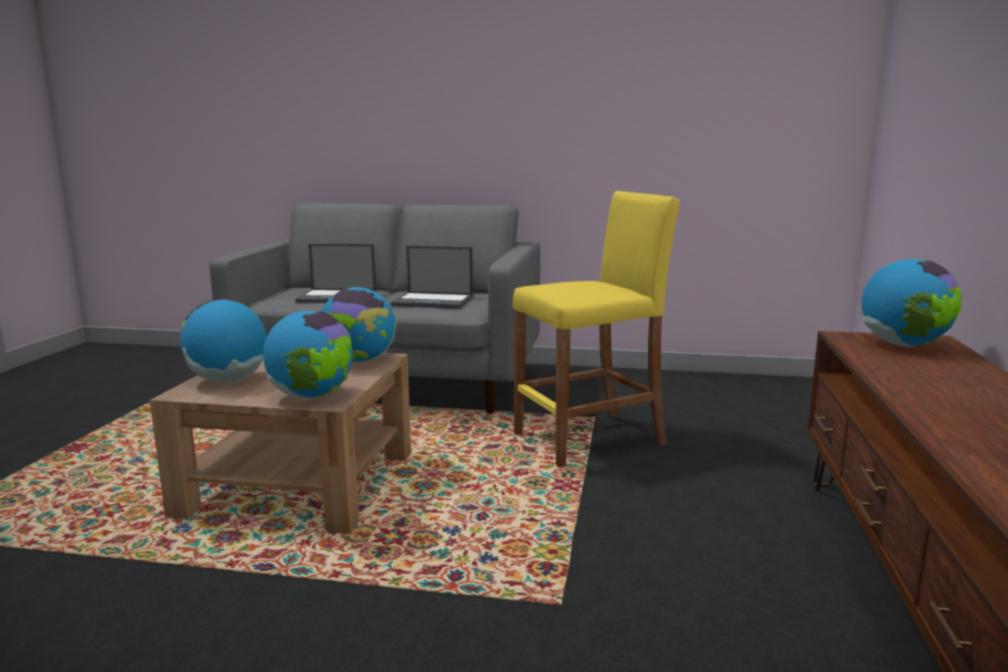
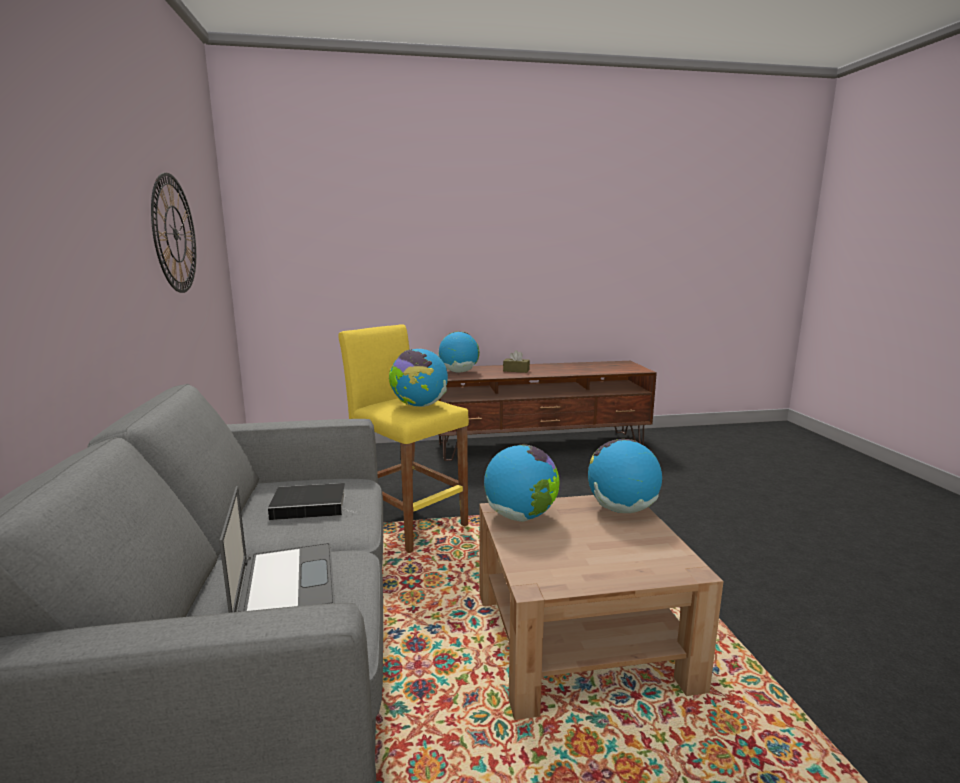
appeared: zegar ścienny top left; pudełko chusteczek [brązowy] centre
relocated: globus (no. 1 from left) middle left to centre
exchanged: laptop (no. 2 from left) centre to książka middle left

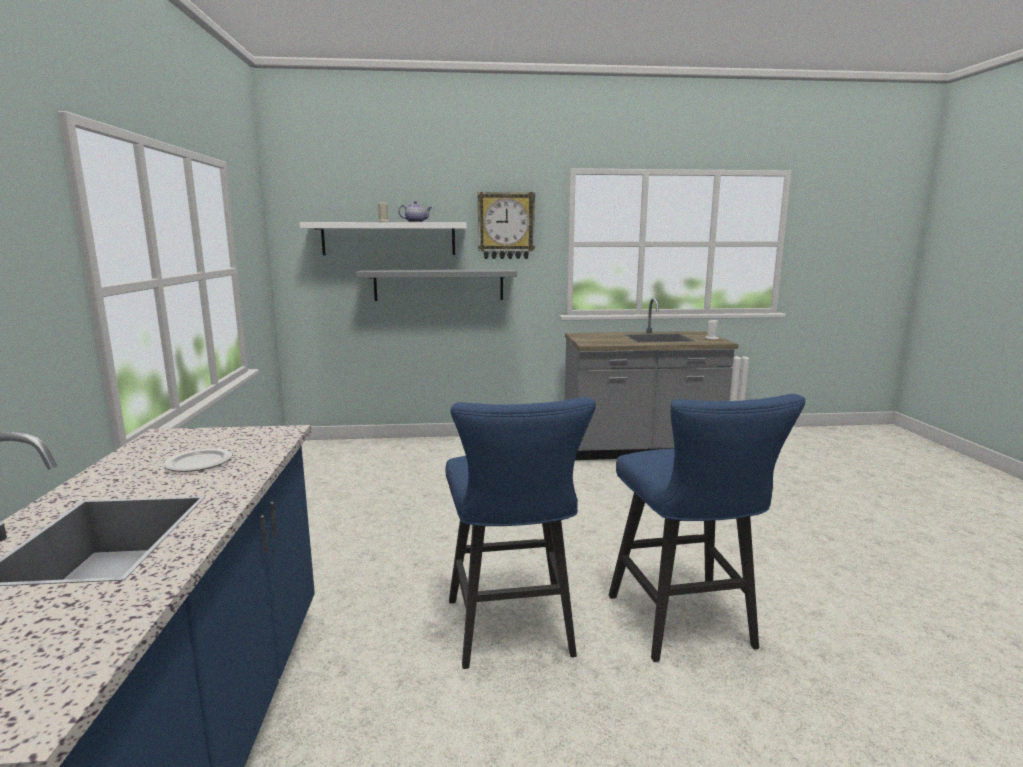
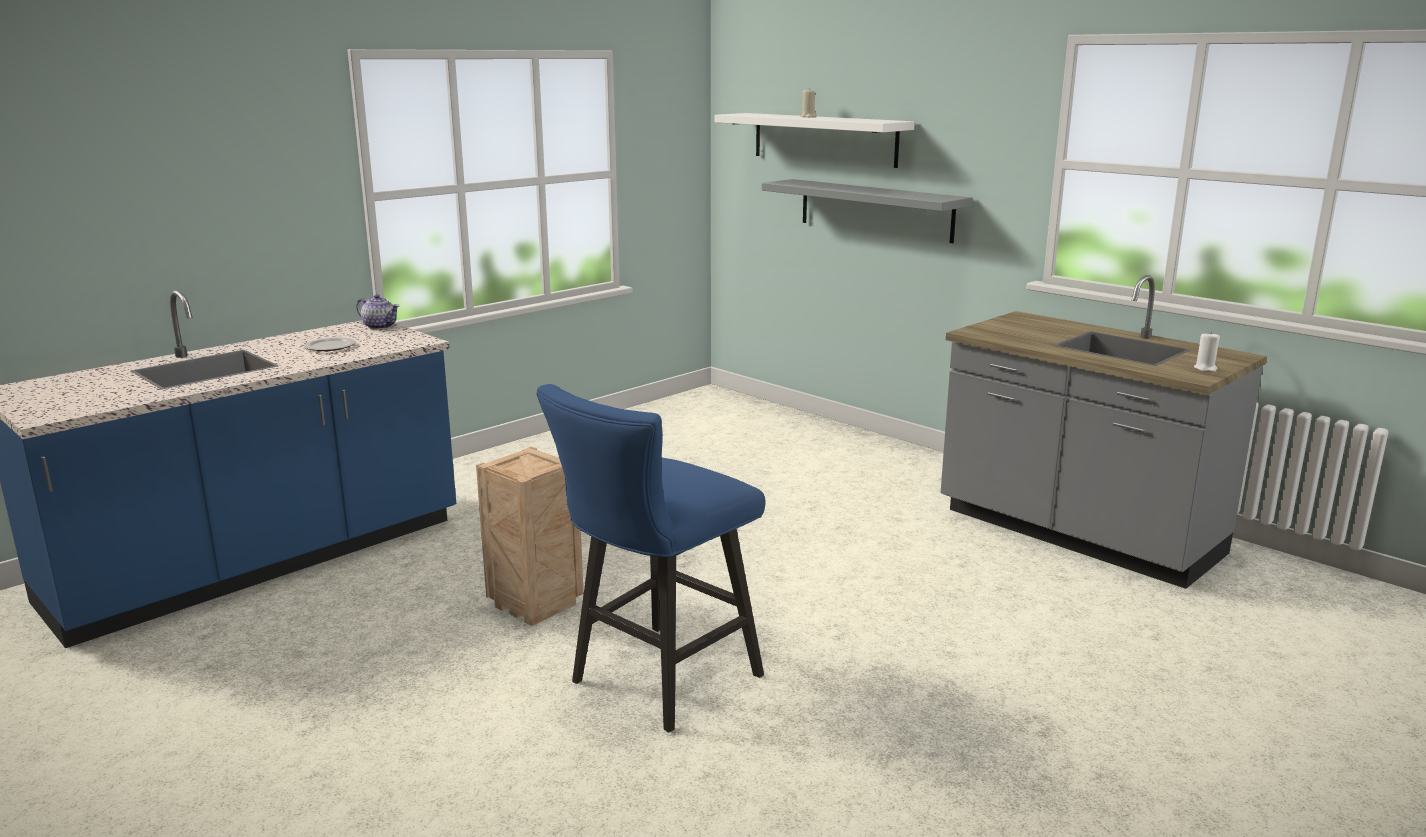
missing: zegar ścienny top centre
relocated: imbryk top centre to middle left
exchanged: stołek [niebieski] (no. 1 from left) bottom centre to skrzynka centre

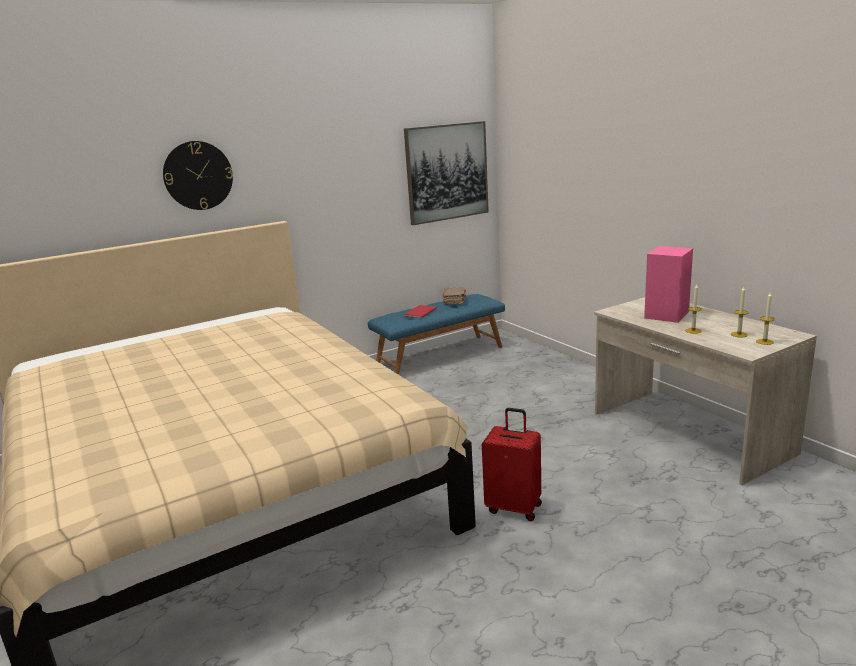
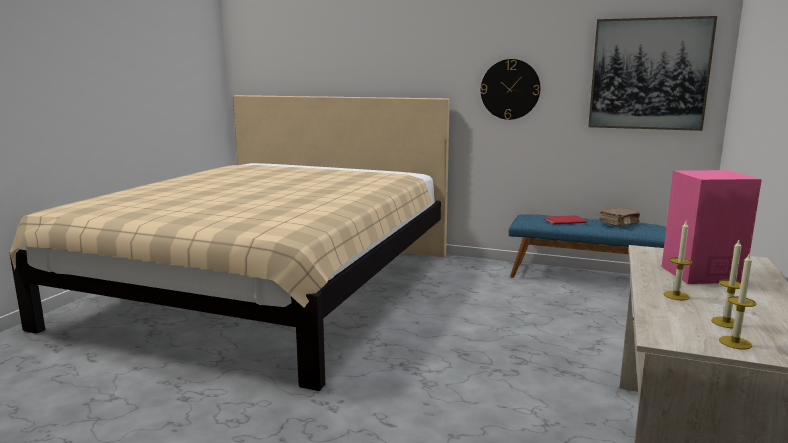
missing: walizka [czerwony] bottom centre
relocated: zegar ścienny top left to top centre

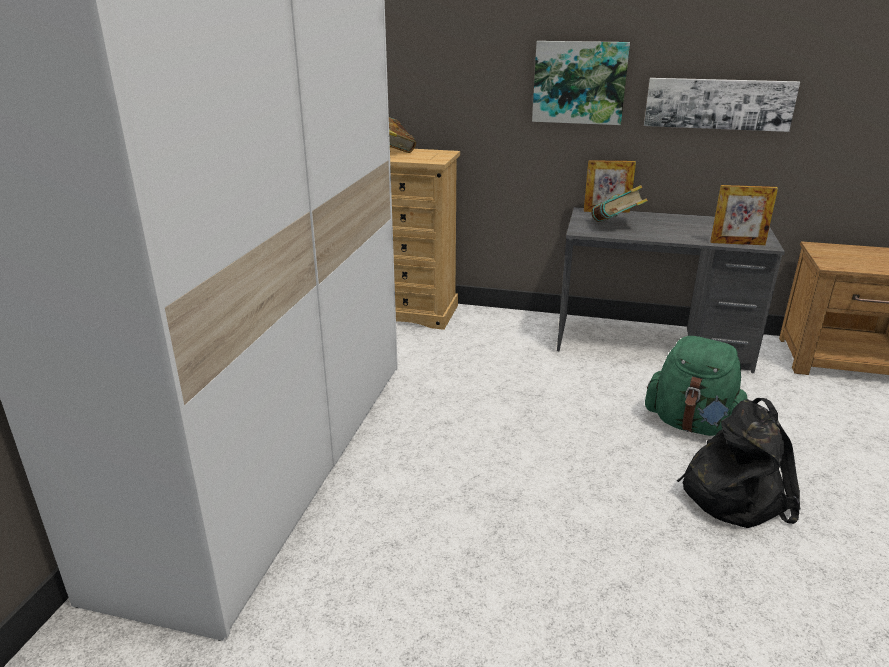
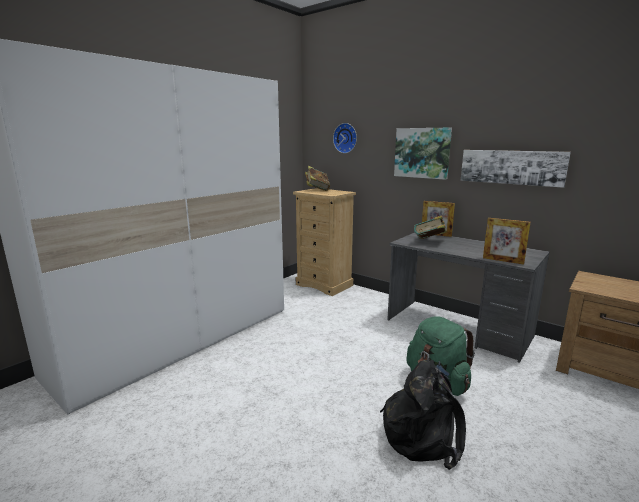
appeared: zegar ścienny top centre

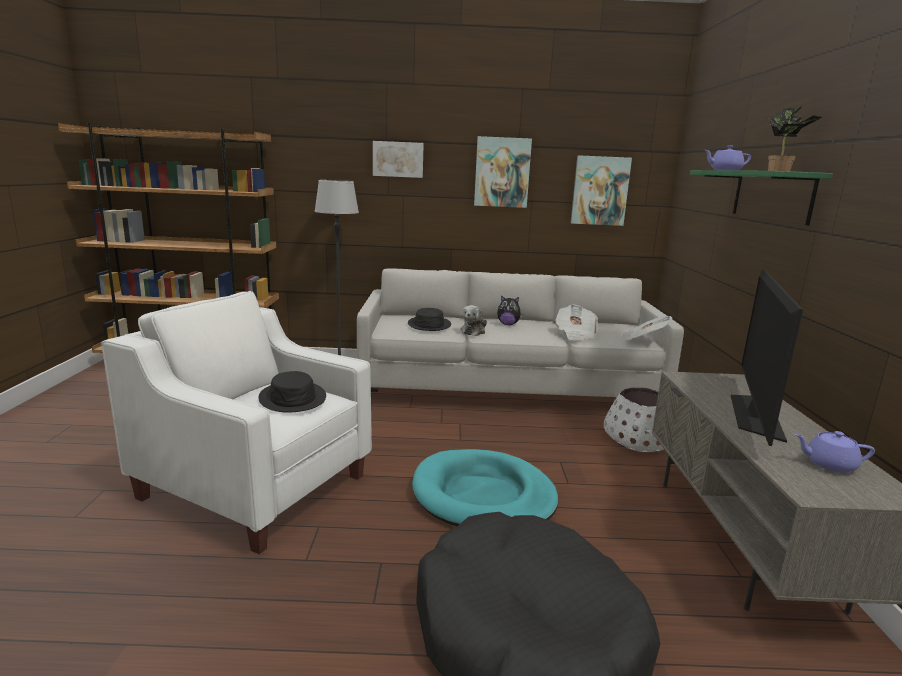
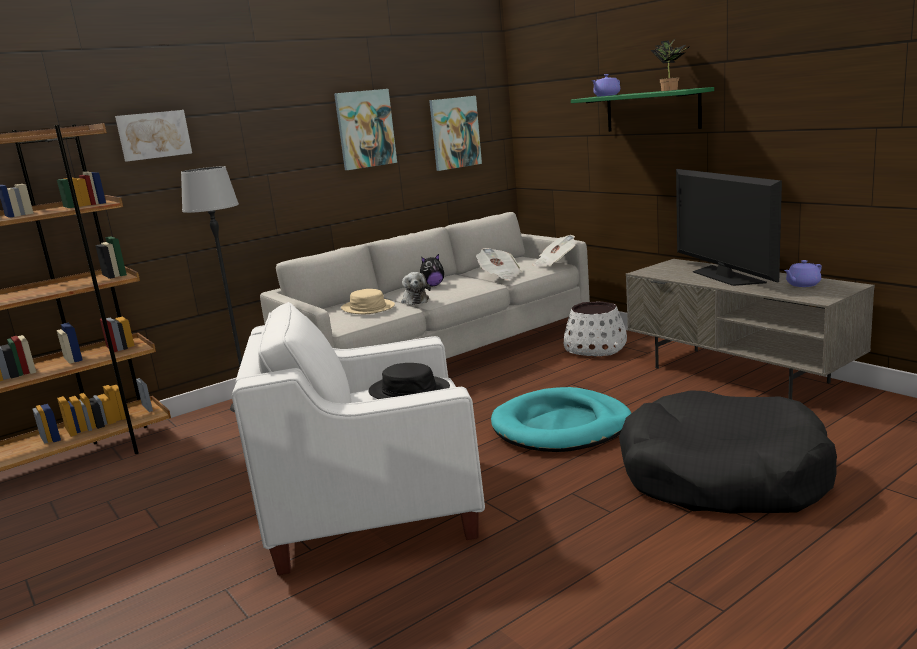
relocated: obraz (no. 1 from left) top centre to top left
colour: kapelusz [czarny] (no. 2 from left) centre to kapelusz [beżowy] centre

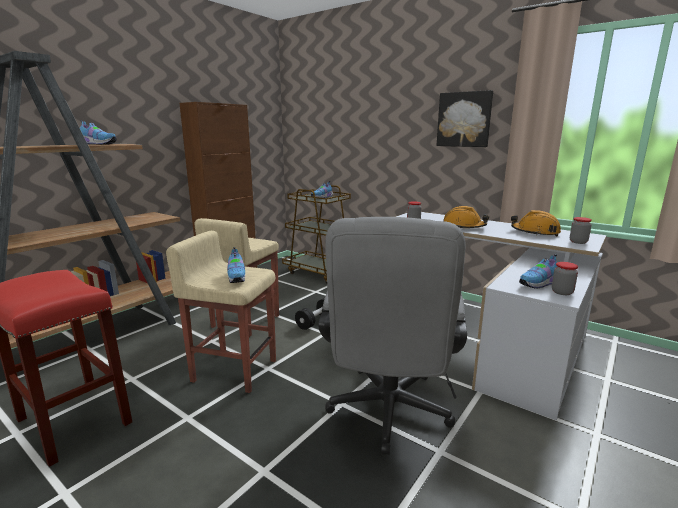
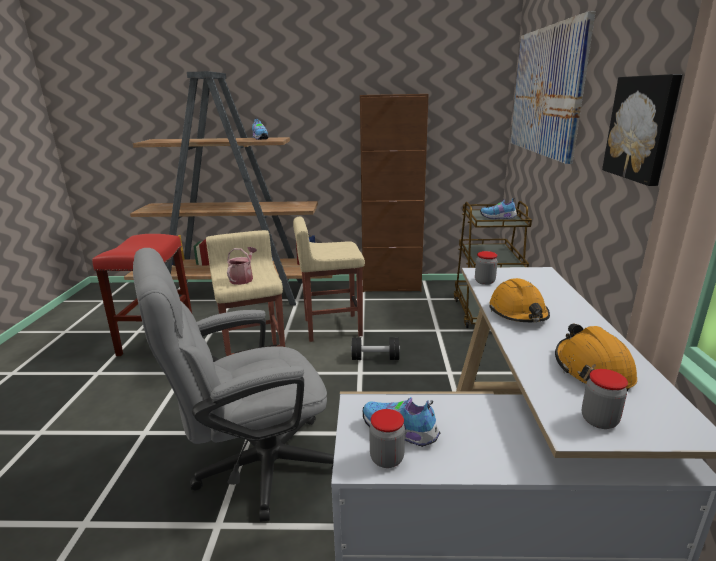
appeared: obraz (no. 1 from left) top right
exchanged: but (no. 2 from left) centre to konewka centre

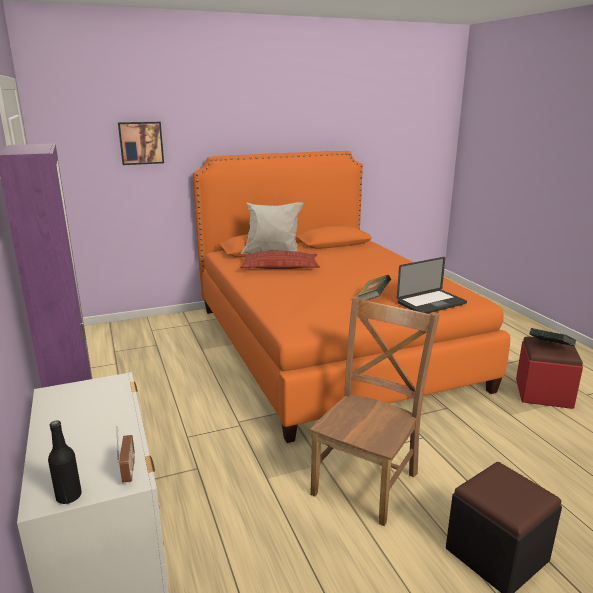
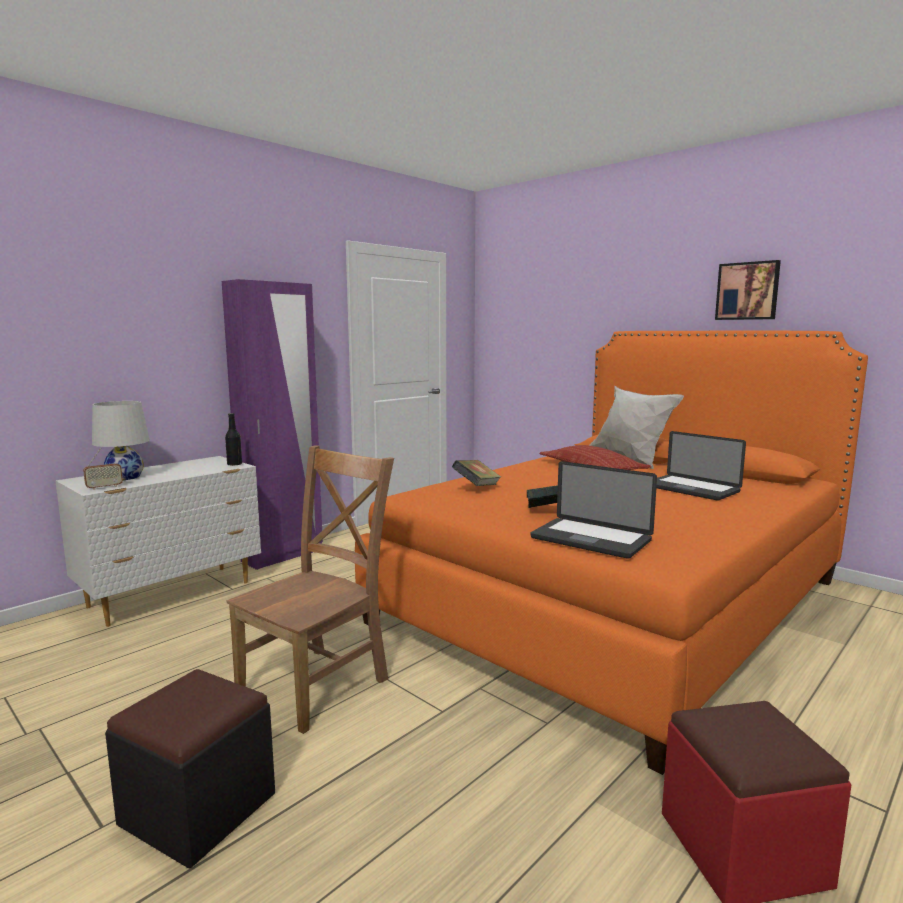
appeared: lampa stołowa [biały] middle left; laptop (no. 2 from left) middle right
relocated: butelka [czarny] bottom left to middle left; obraz top left to top right; książka (no. 2 from left in the first image) middle right to książka (no. 1 from left) centre
spun: krzesło [brązowy] bottom centre = centre 60 degrees counterclockwise

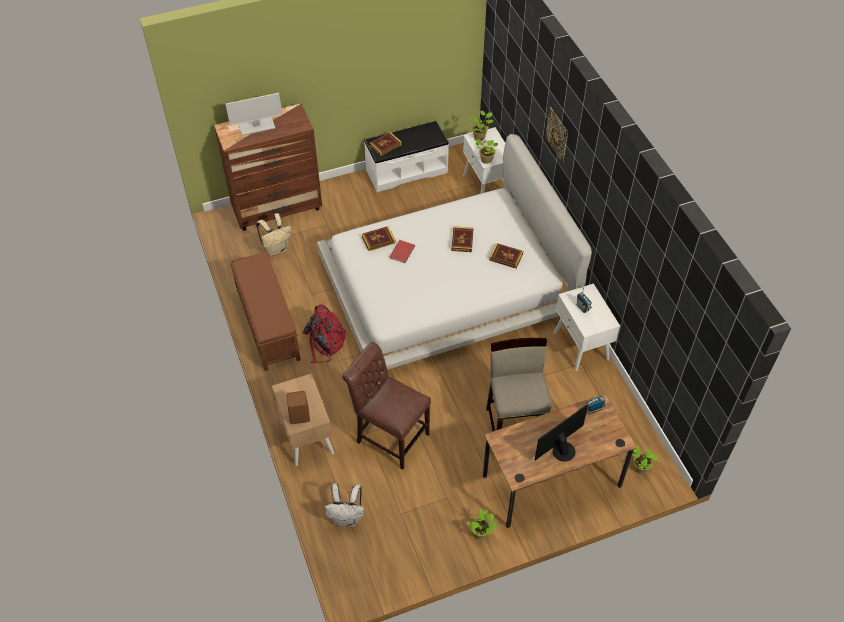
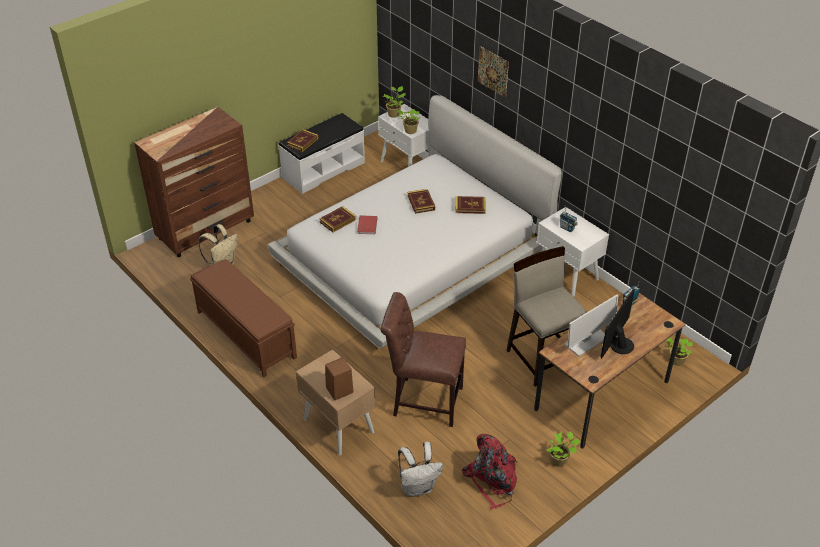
relocated: monitor (no. 1 from left) top left to middle right; plecak [czerwony] centre to bottom centre

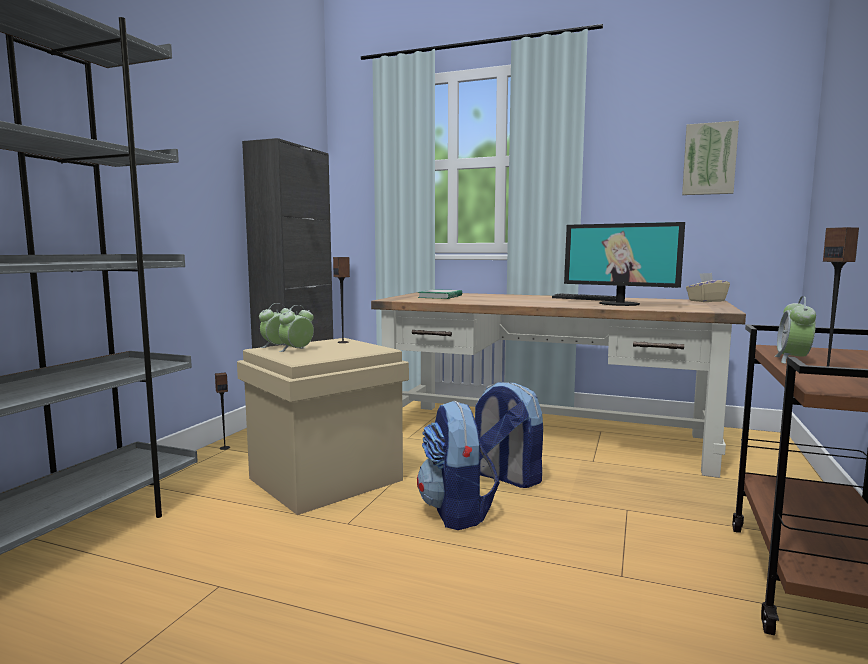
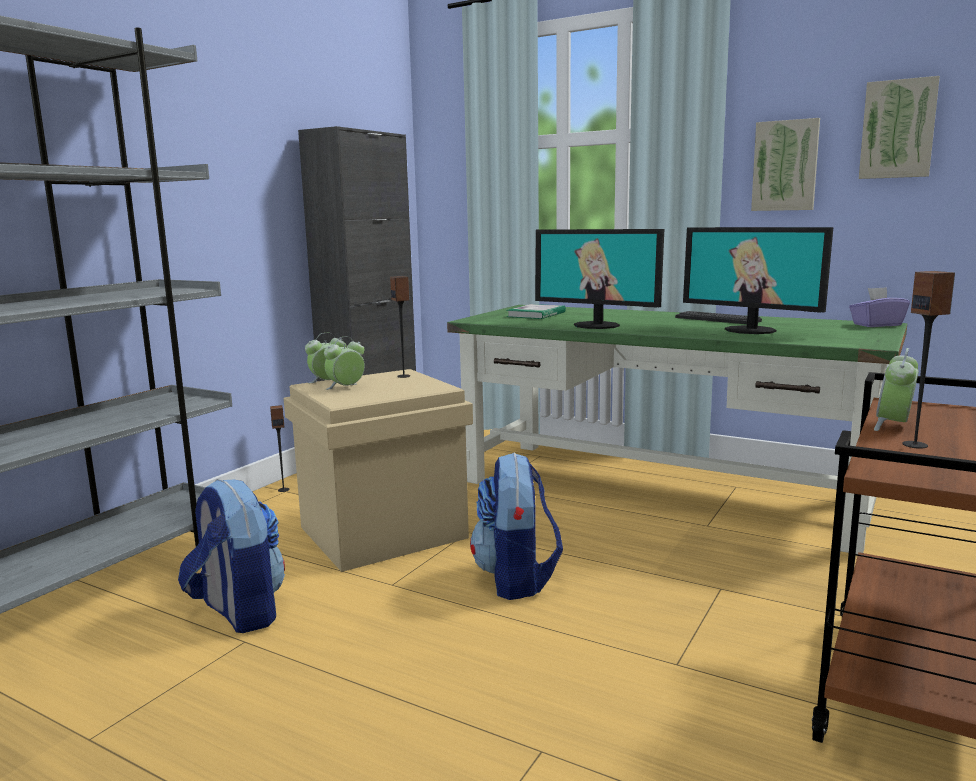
appeared: monitor (no. 1 from left) centre; obraz (no. 1 from left) top right
relocated: plecak (no. 2 from left in the first image) centre to plecak (no. 1 from left) bottom left
colour: biurko [brązowy] centre to biurko [zielony] middle right; pudełko chusteczek [beżowy] middle right to pudełko chusteczek [fioletowy] middle right

